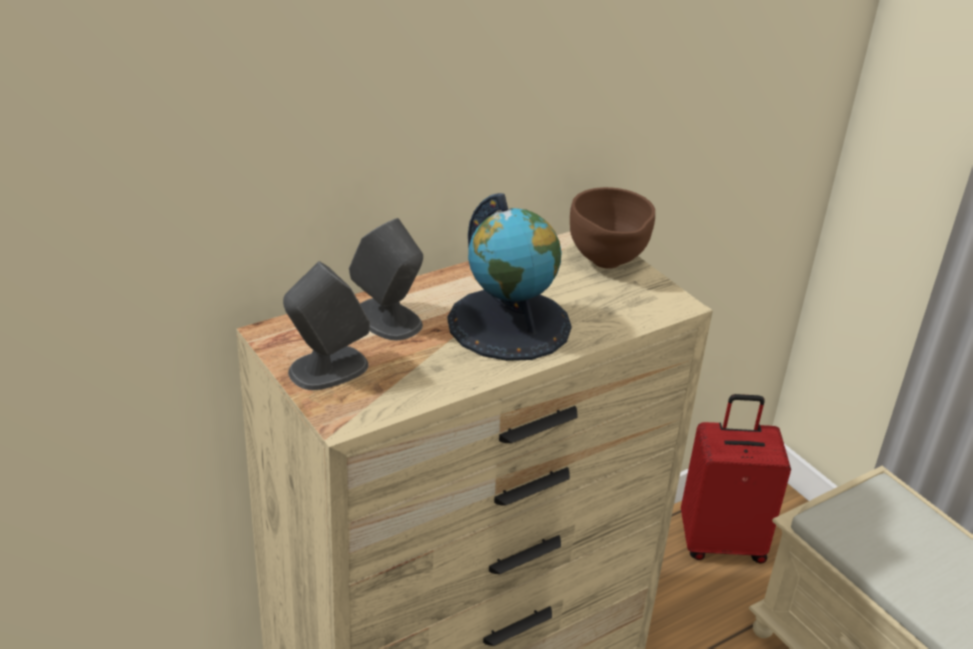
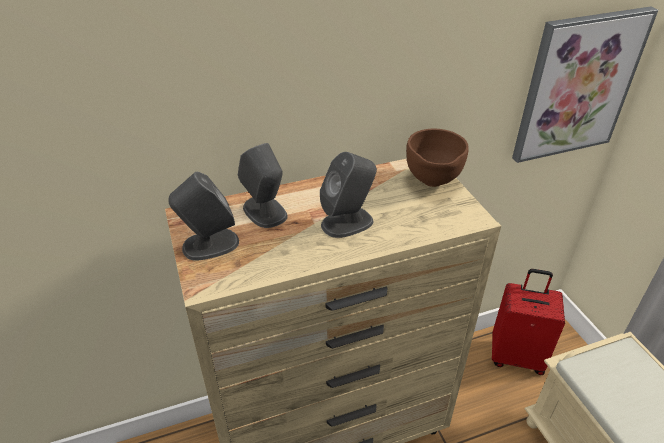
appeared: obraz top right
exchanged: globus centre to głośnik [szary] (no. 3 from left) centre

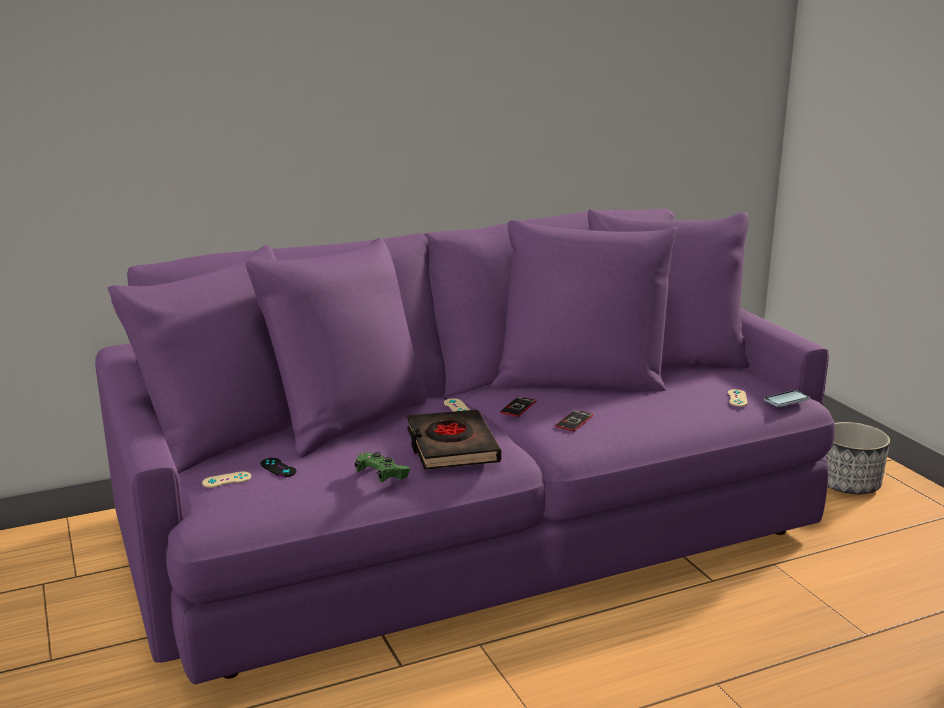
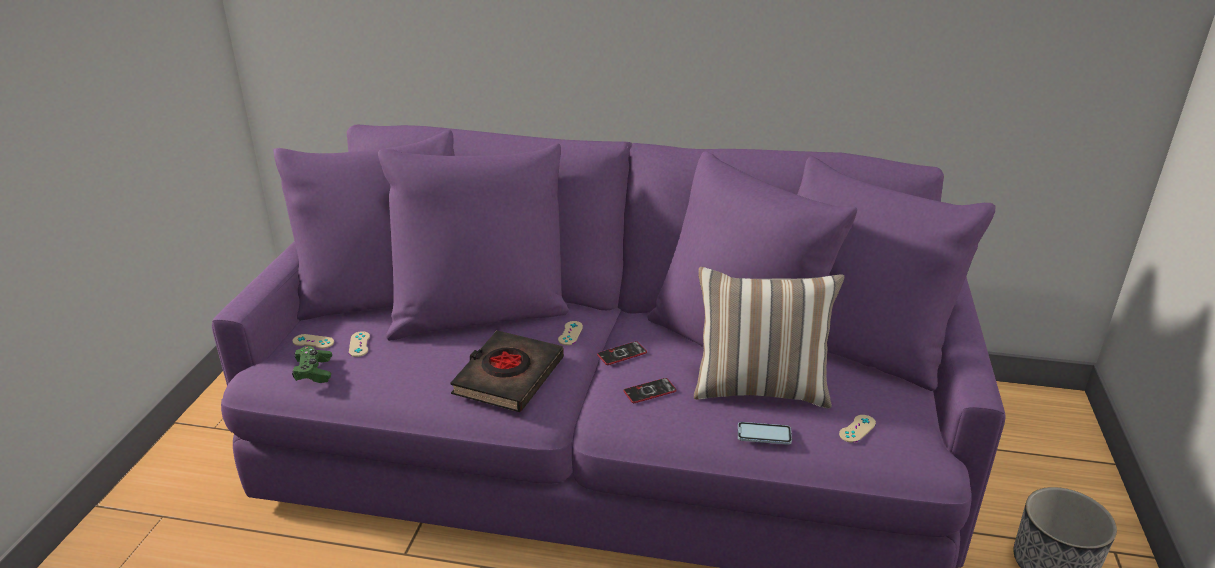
appeared: poduszka centre
relocated: pad do gier [zielony] centre to middle left; telefon (no. 3 from left) middle right to bottom centre
colour: pad do gier [czarny] middle left to pad do gier [beżowy] (no. 2 from left) middle left

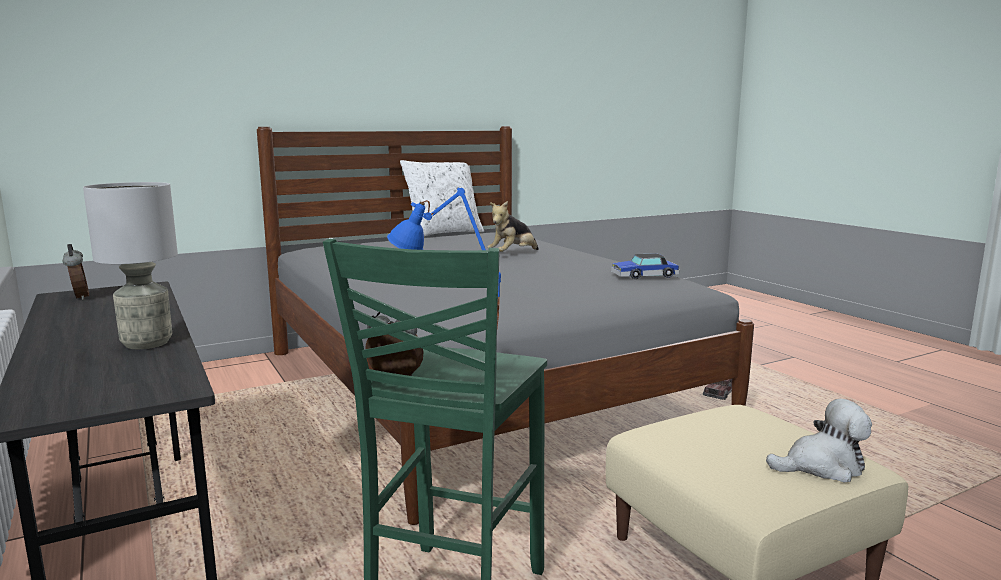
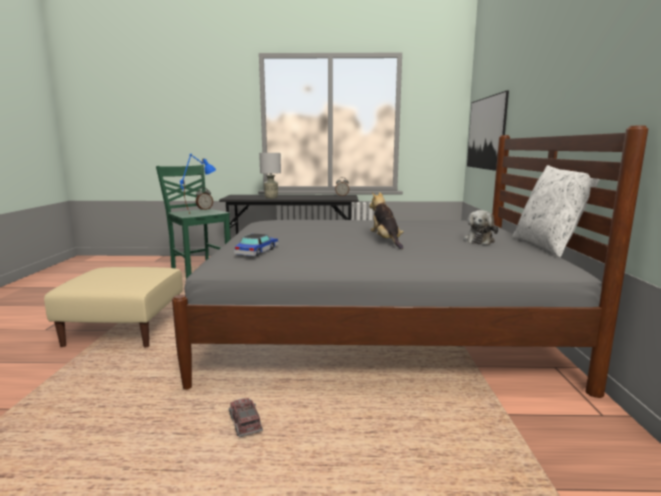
appeared: obraz top right
relocated: pluszak (no. 2 from left) bottom right to middle right

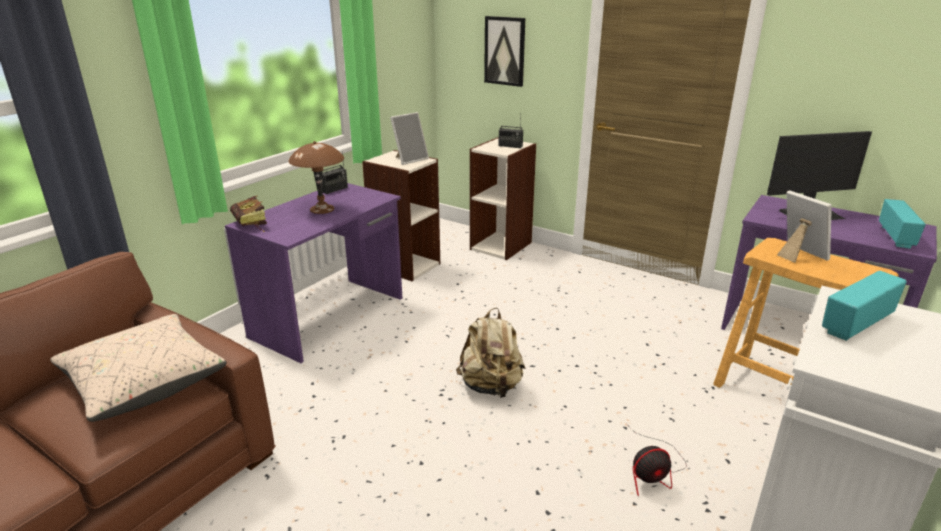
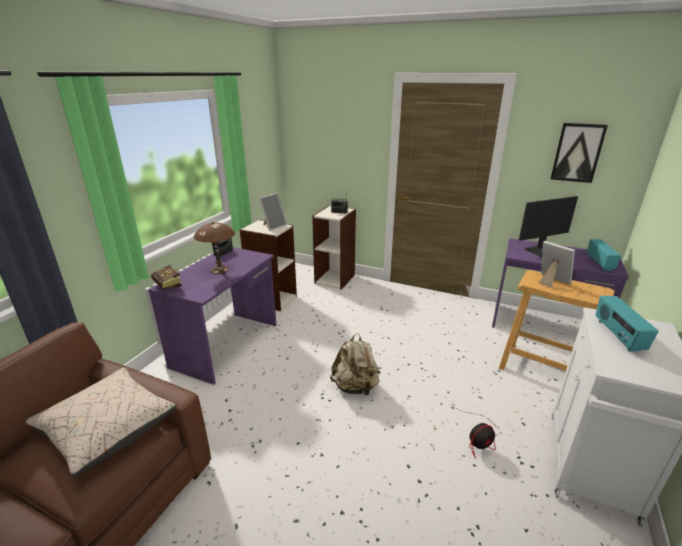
relocated: obraz top centre to top right
spun: radio (no. 3 from left in the first image) middle right = middle right 45 degrees counterclockwise

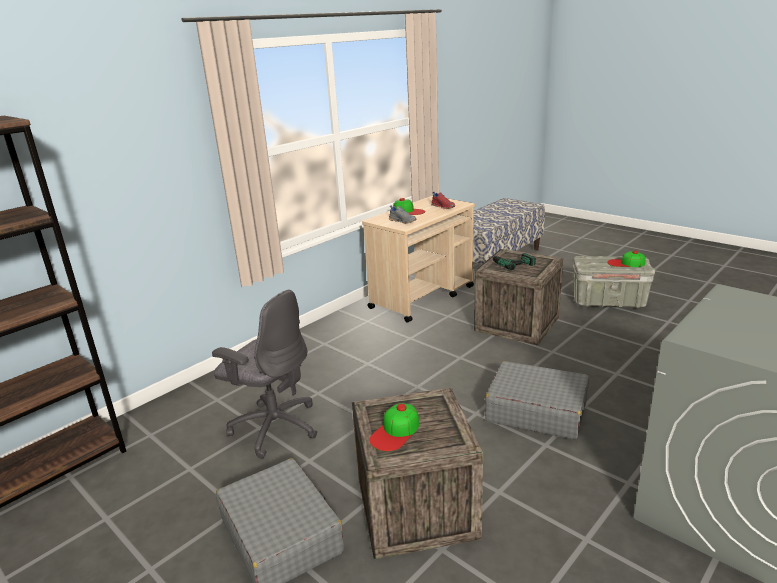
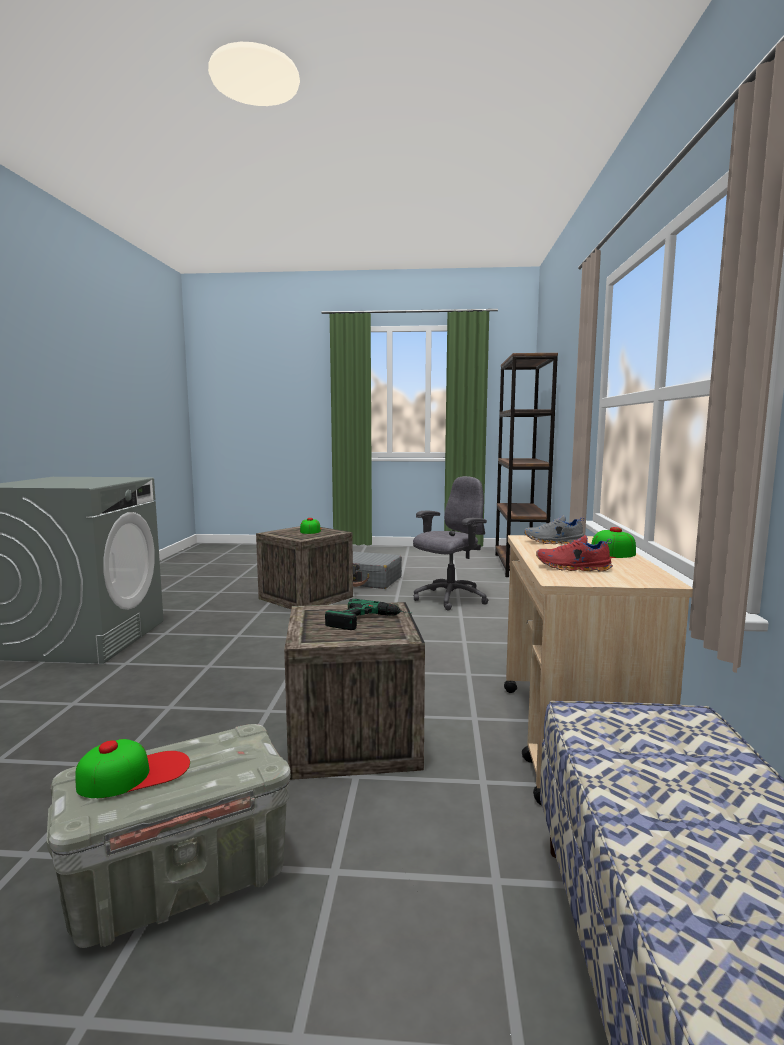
missing: walizka [szary] (no. 2 from left) bottom right
spun: krzesło biurowe [szary] centre = centre 150 degrees clockwise

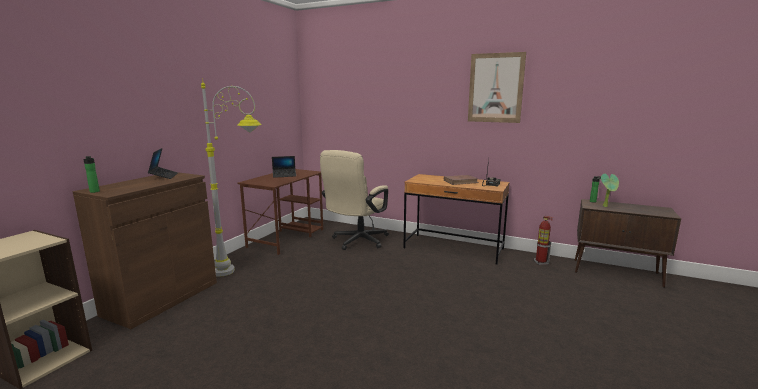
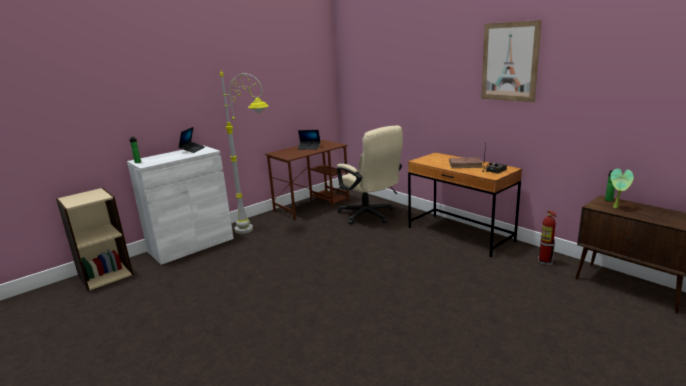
colour: szafka [brązowy] (no. 1 from left) middle left to szafka [biały] middle left
spun: krzesło biurowe [beżowy] centre = centre 90 degrees counterclockwise

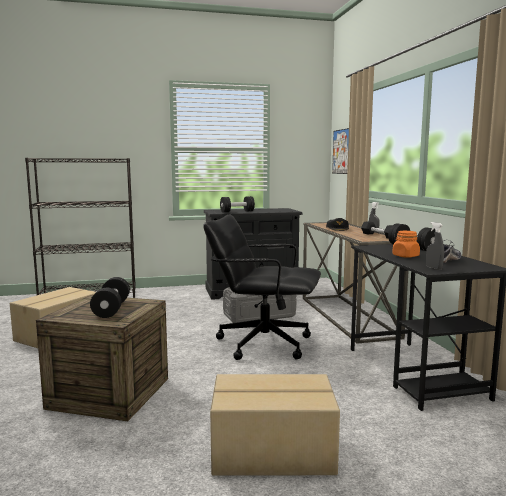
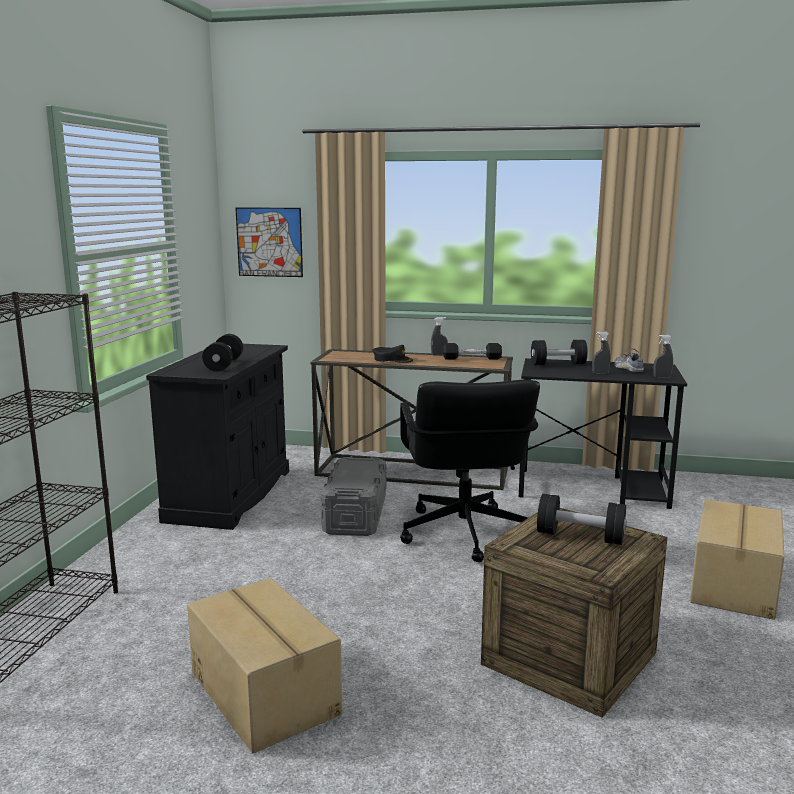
exchanged: słoik [pomarańczowy] middle right to spryskiwacz [szary] (no. 2 from left) middle right
spun: krzesło biurowe [czarny] centre = centre 45 degrees counterclockwise

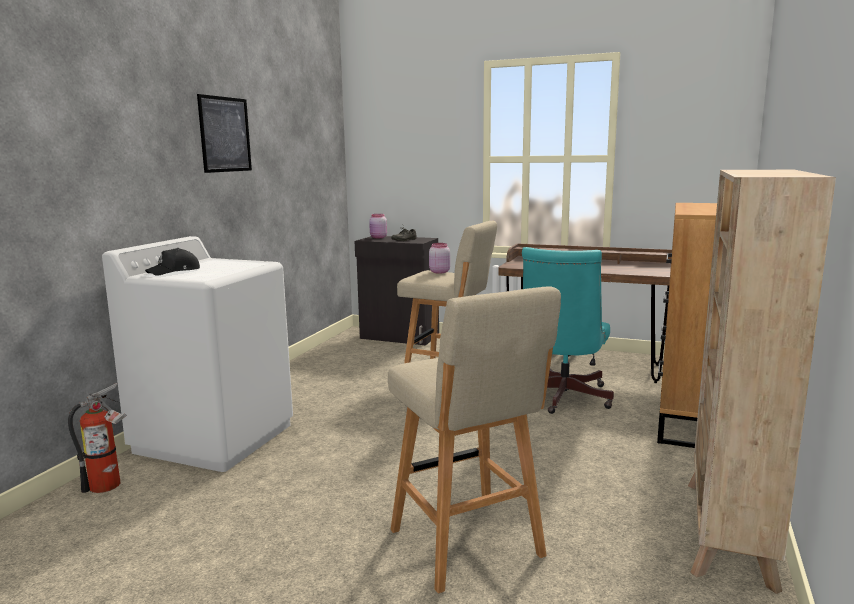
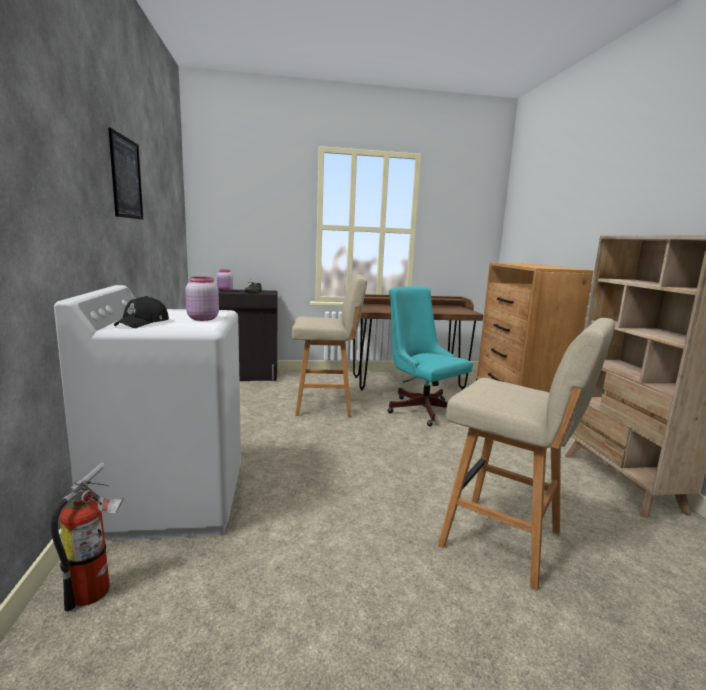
relocated: słoik [różowy] (no. 2 from left in the first image) centre to słoik [różowy] (no. 1 from left) middle left
spun: krzesło biurowe [turkusowy] centre = centre 150 degrees clockwise

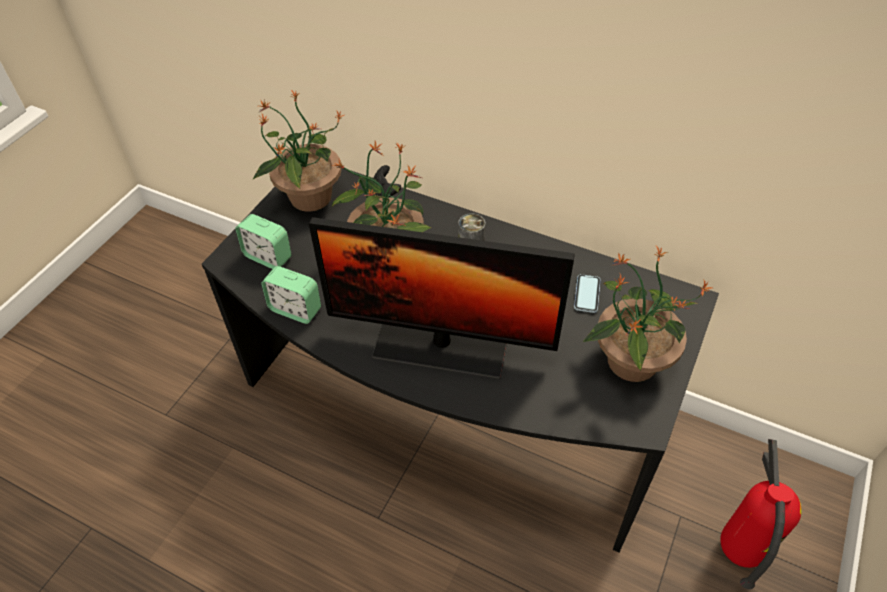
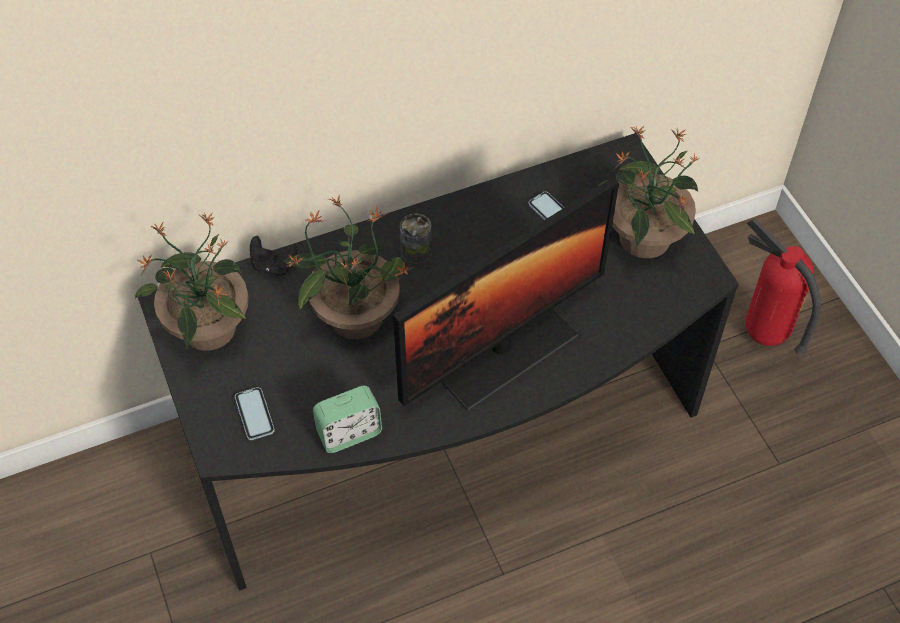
exchanged: budzik (no. 1 from left) middle left to telefon (no. 1 from left) middle left

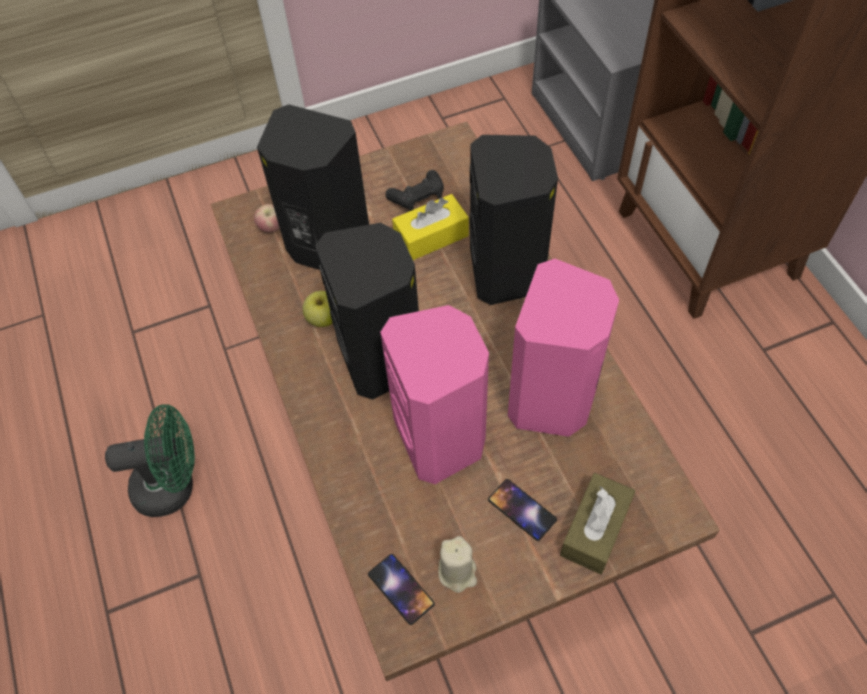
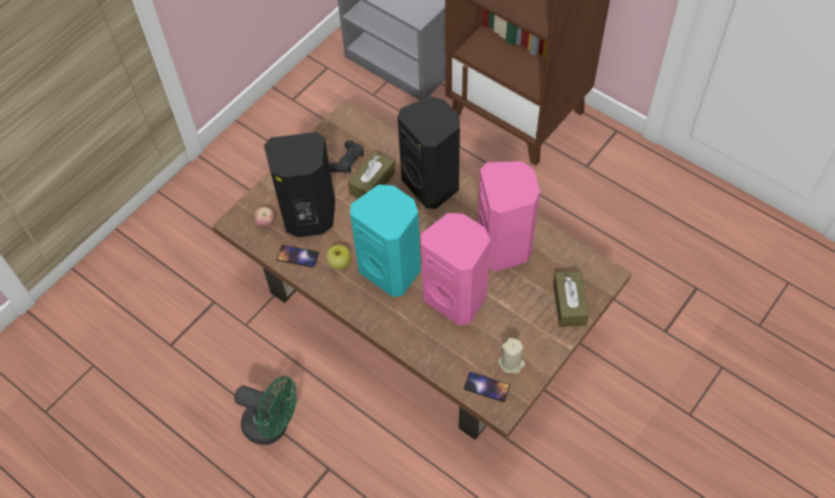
relocated: telefon (no. 2 from left in the first image) bottom centre to telefon (no. 1 from left) centre
colour: głośnik [czarny] (no. 2 from left) centre to głośnik [turkusowy] centre; pudełko chusteczek [żółty] top centre to pudełko chusteczek [brązowy] (no. 1 from left) centre
spun: wentylator [zielony] middle left = bottom left 60 degrees clockwise

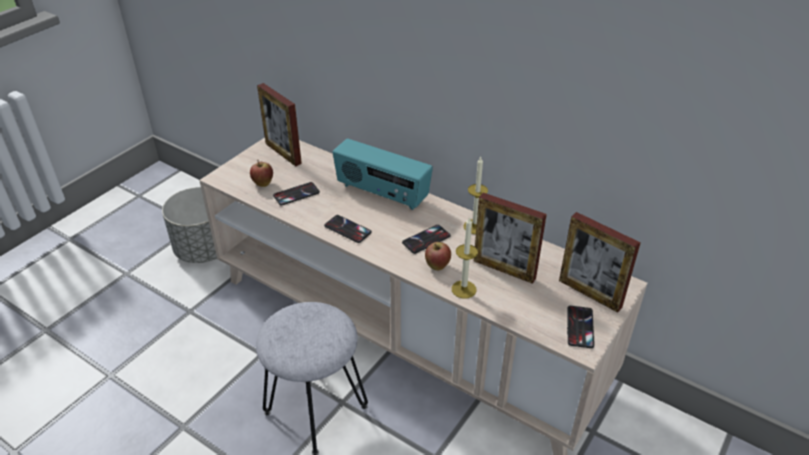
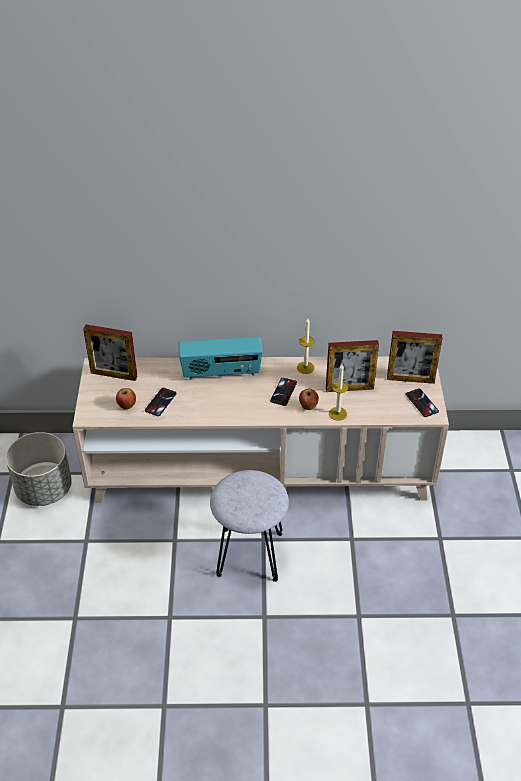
missing: telefon (no. 2 from left) centre

